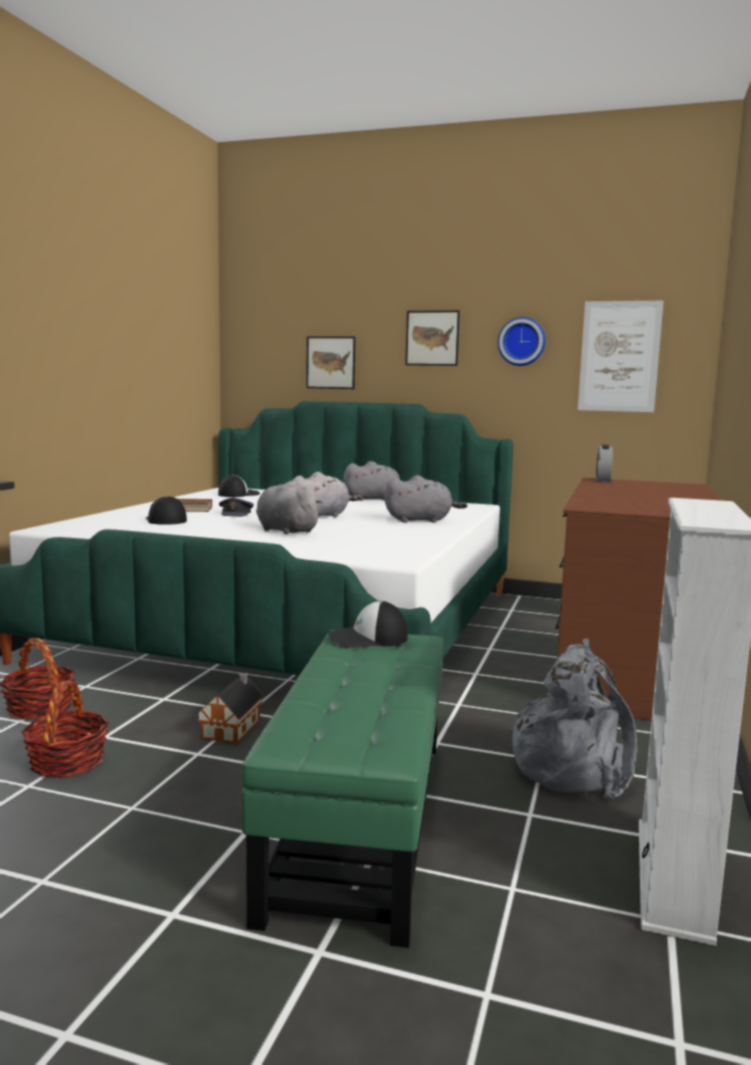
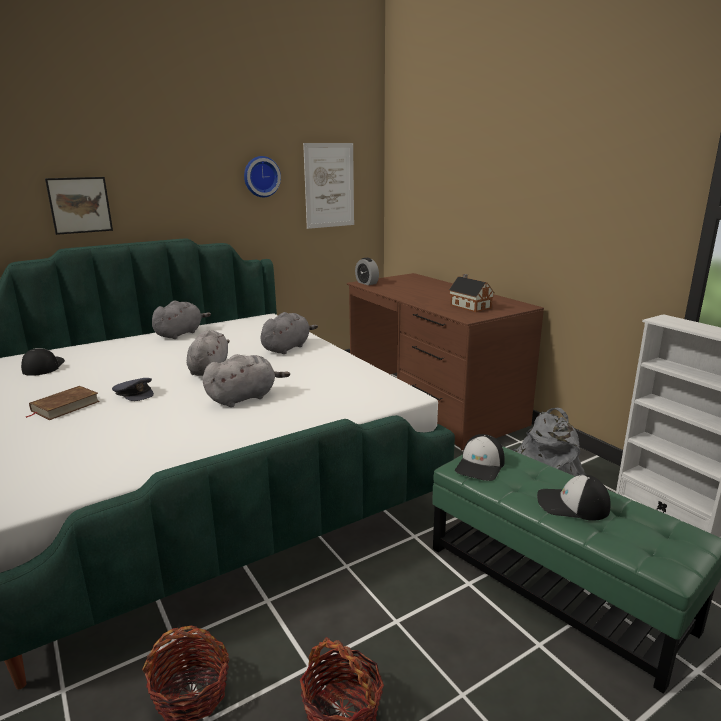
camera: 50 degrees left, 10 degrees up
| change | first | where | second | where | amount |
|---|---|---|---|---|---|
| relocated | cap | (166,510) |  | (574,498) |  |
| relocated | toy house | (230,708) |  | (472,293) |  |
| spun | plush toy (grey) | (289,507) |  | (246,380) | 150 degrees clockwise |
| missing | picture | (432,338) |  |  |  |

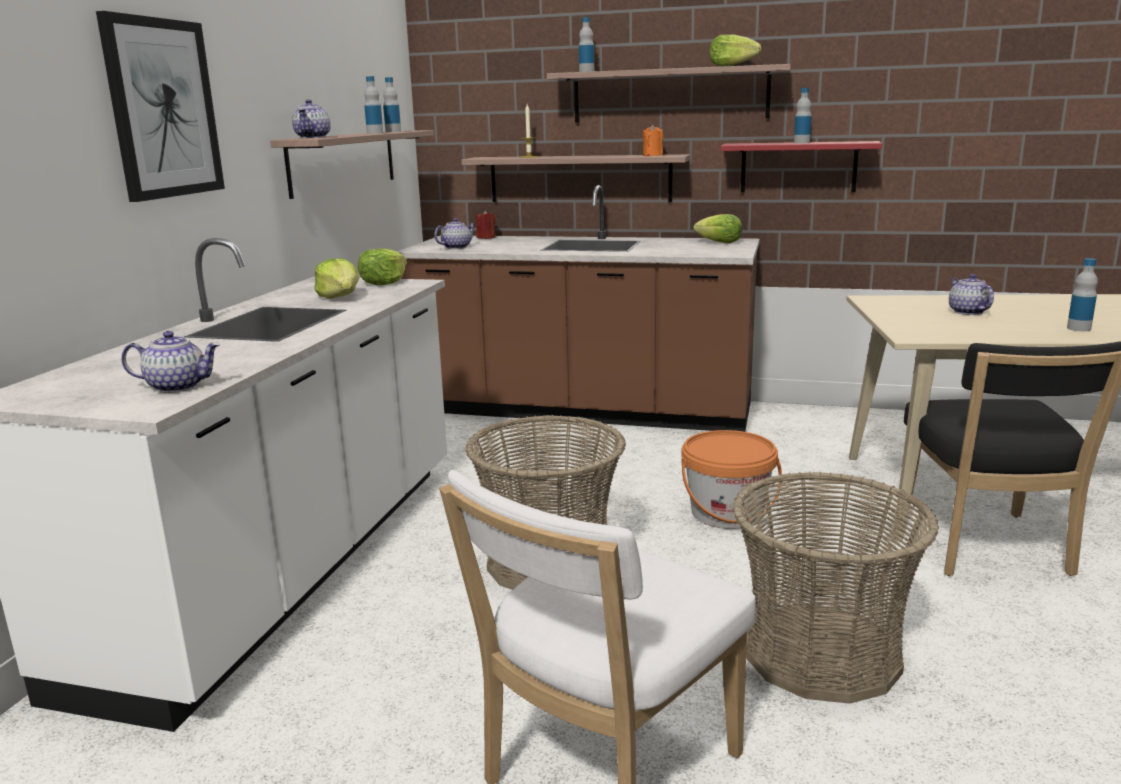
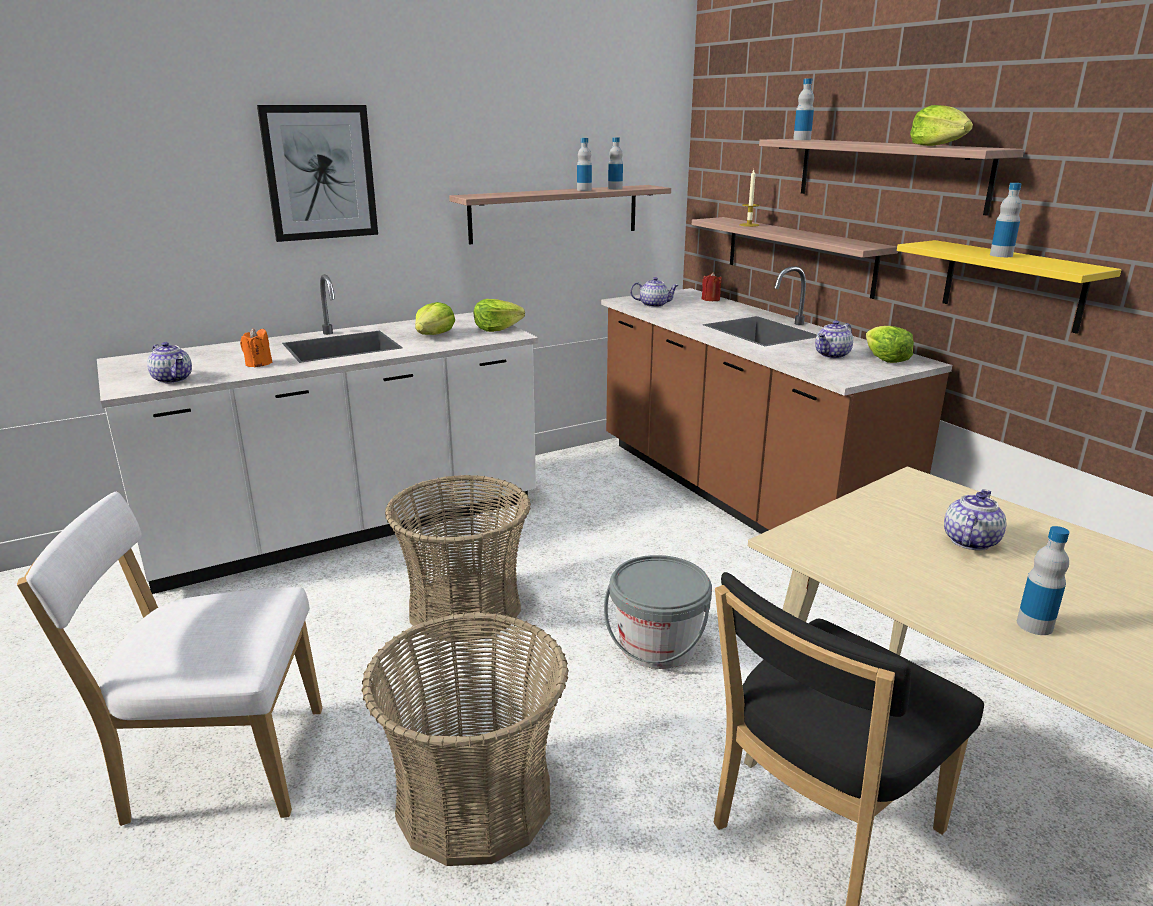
camera: 45 degrees right, 5 degrees up
| change | first | where | second | where | amount |
|---|---|---|---|---|---|
| relocated | teapot | (311,118) |  | (834,339) |  |
| relocated | candle (orange) | (653,140) |  | (256,347) |  |
| colour | bucket (orange) | (731,479) | bucket (grey) | (658,612) |  |
| colour | shelf (red) | (801,166) | shelf (yellow) | (1009,287) |  |

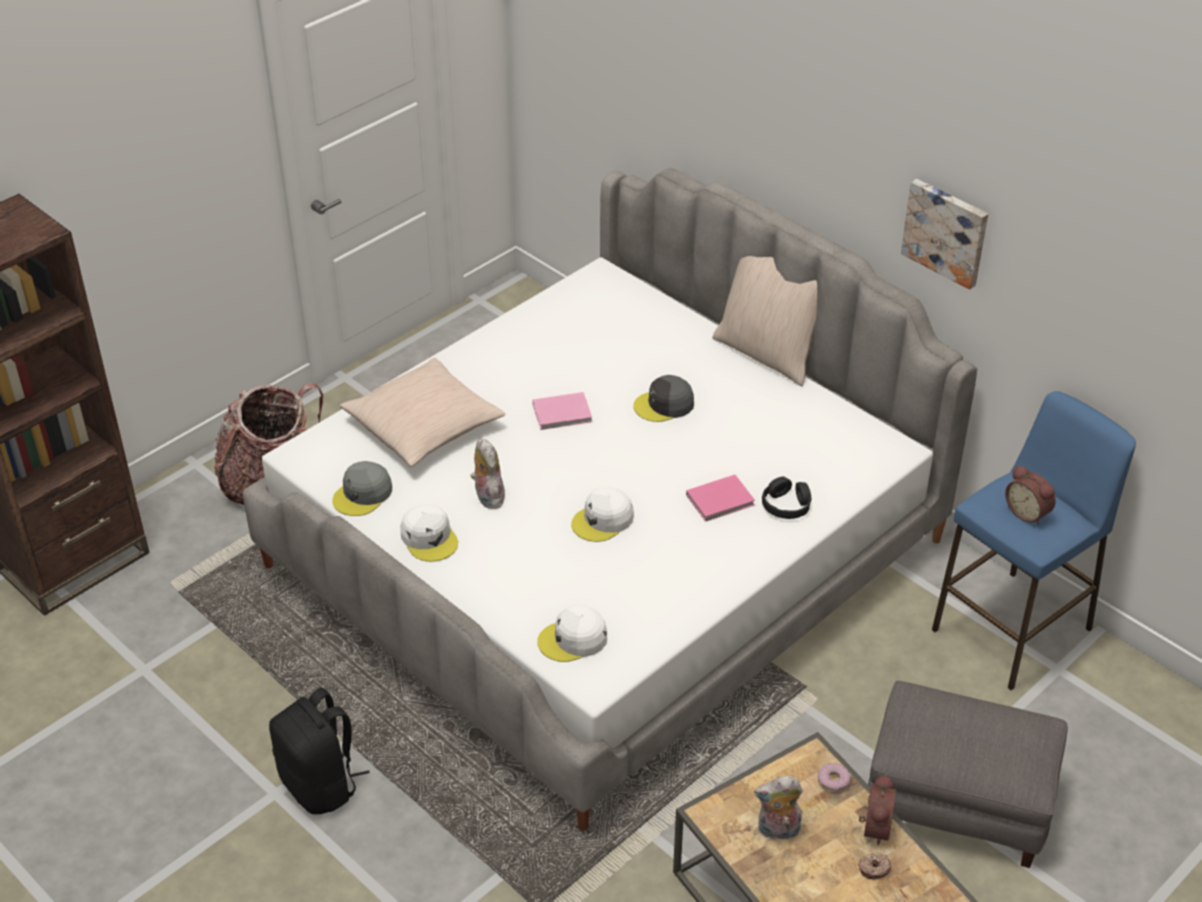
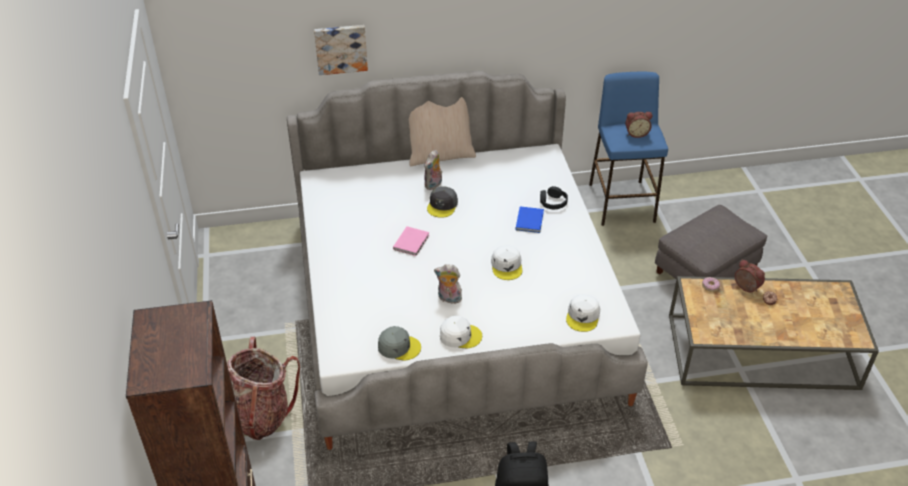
camera: 55 degrees left, 0 degrees up
| change | first | where | second | where | amount |
|---|---|---|---|---|---|
| spun | cap (grey) | (362,488) |  | (399,343) | 60 degrees counterclockwise |
| missing | pillow (beige) | (423,412) |  |  |  |
| colour | book (pink) | (720,498) | book (blue) | (530,219) |  |
| relocated | plush toy | (778,809) |  | (433,170) |  |
| relocated | picture | (944,234) |  | (341,50) |  |

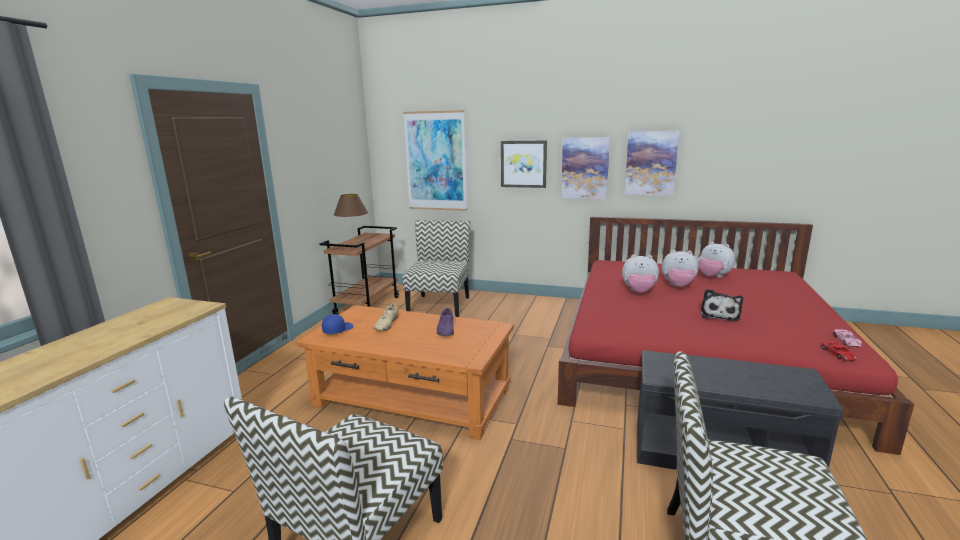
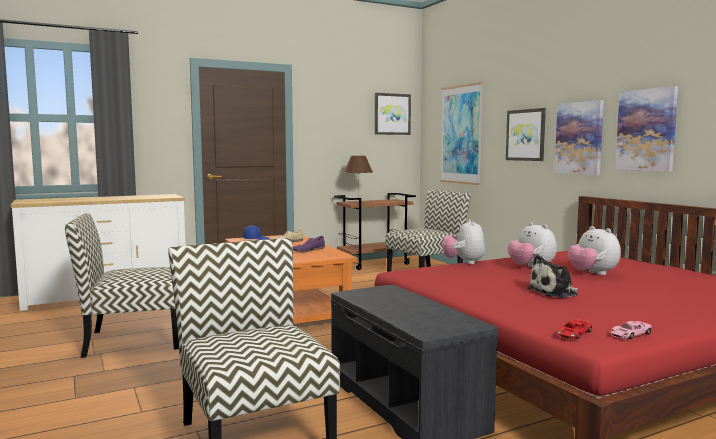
camera: 45 degrees right, 10 degrees down
| change | first | where | second | where | amount |
|---|---|---|---|---|---|
| relocated | plush toy | (716,260) |  | (463,241) |  |
| appeared |  |  | picture | (393,114) |  |

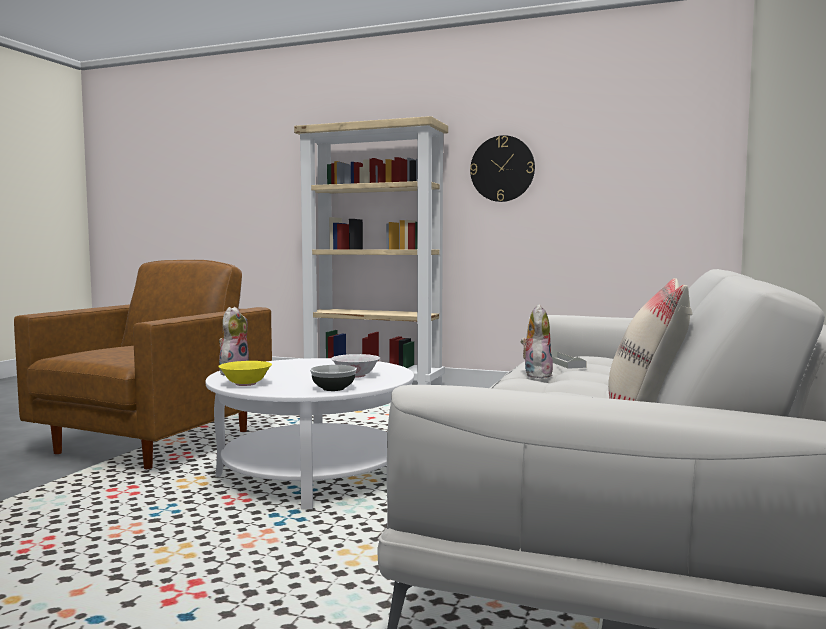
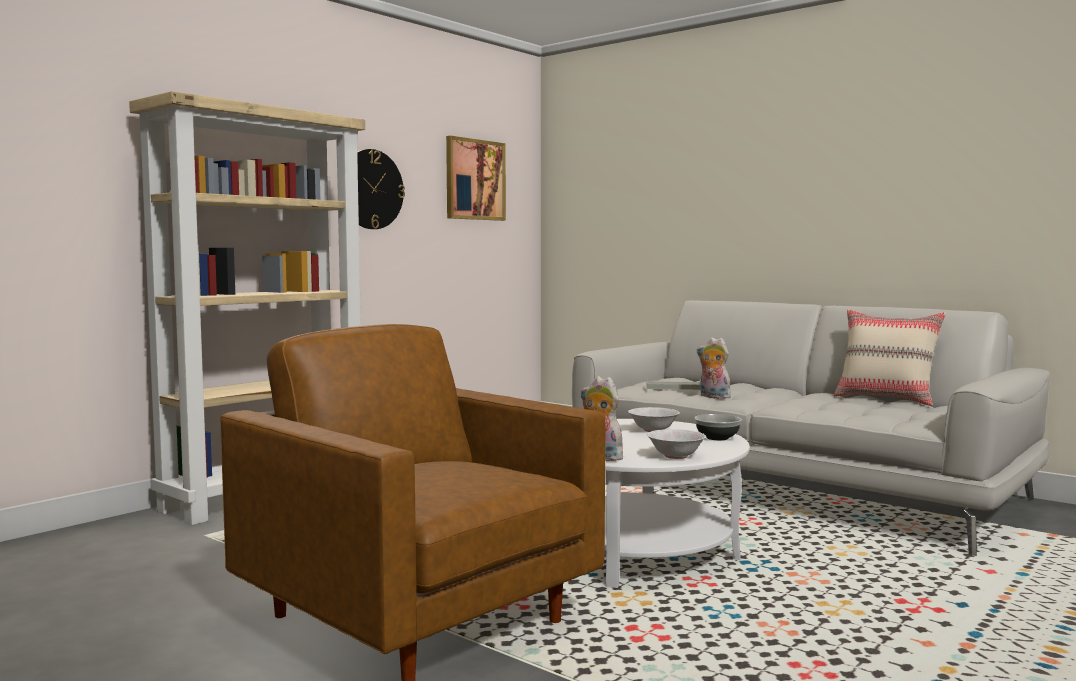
camera: 70 degrees left, 0 degrees up
| change | first | where | second | where | amount |
|---|---|---|---|---|---|
| colour | bowl (yellow) | (245,373) | bowl (white) | (676,444) |  |
| appeared |  |  | picture | (476,178) |  |

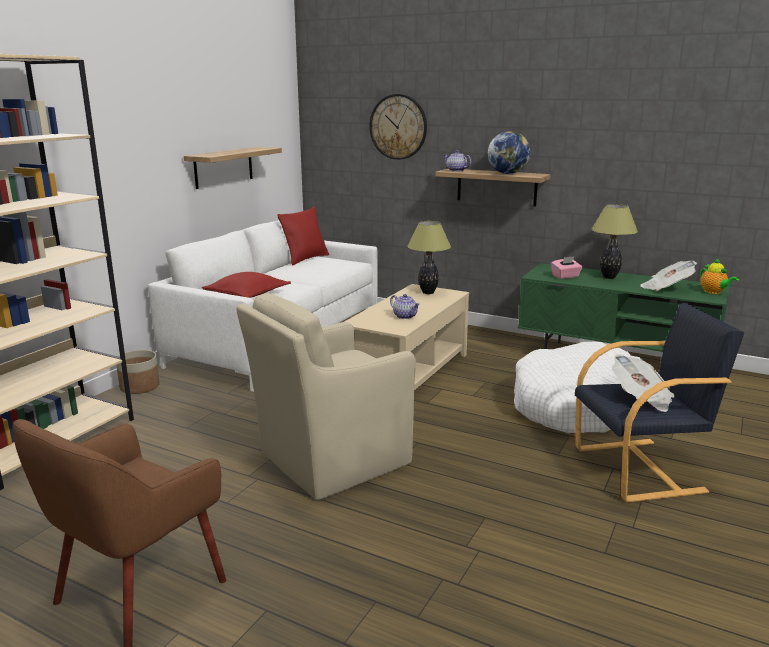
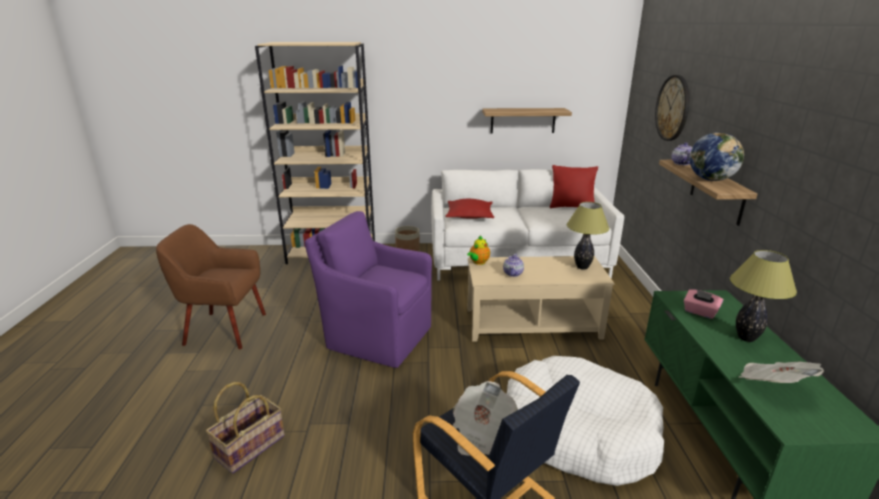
camera: 60 degrees right, 5 degrees up
| change | first | where | second | where | amount |
|---|---|---|---|---|---|
| colour | armchair (beige) | (326,396) | armchair (purple) | (368,289) |  |
| relocated | teapot | (719,276) |  | (478,250) |  |
| appeared |  |  | basket | (245,428) |  |

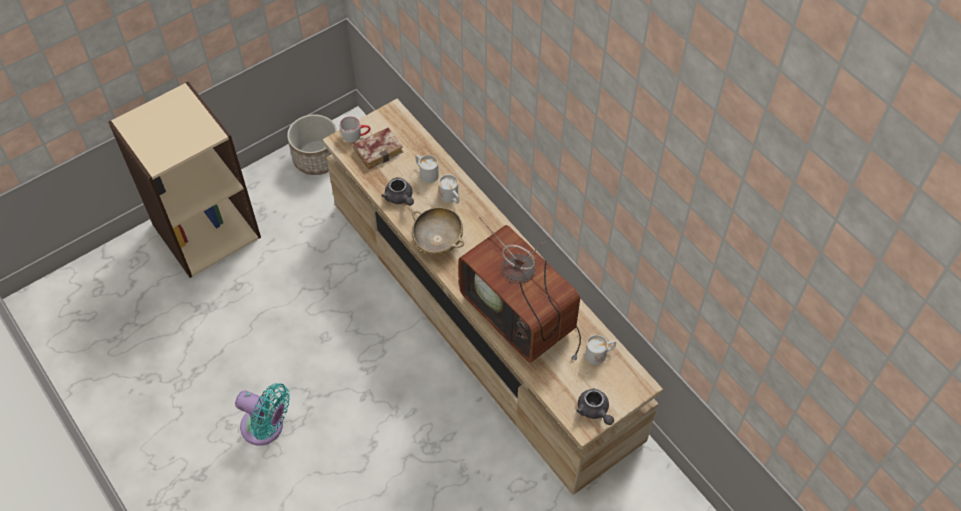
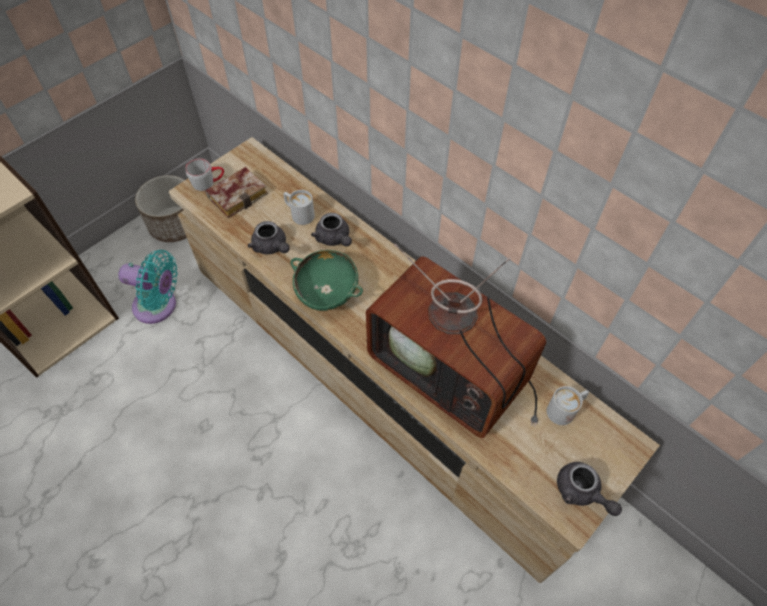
camera: 10 degrees left, 0 degrees up
| change | first | where | second | where | amount |
|---|---|---|---|---|---|
| relocated | fan (turquoise) | (262,414) |  | (148,287) |  |
| colour | bowl (beige) | (438,231) | bowl (green) | (326,280) |  |
| exchanged | mug (white) | (449,189) | teapot (grey) | (331,229) |  |

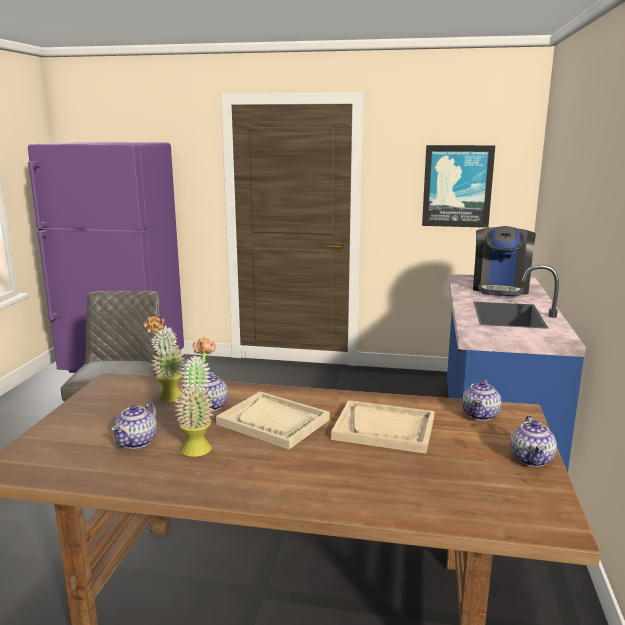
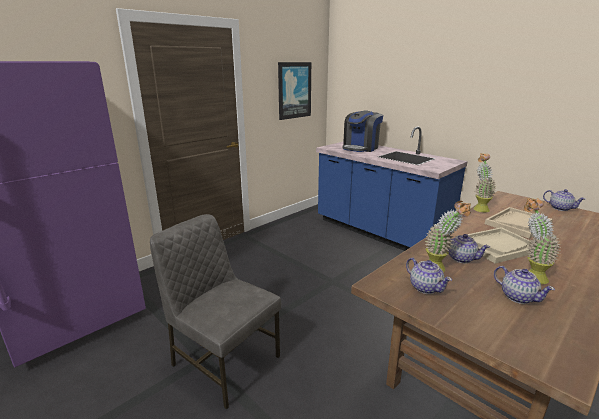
camera: 55 degrees left, 5 degrees up
| change | first | where | second | where | amount |
|---|---|---|---|---|---|
| relocated | teapot | (481,400) |  | (429,276) |  |
| spun | coffee machine | (504,261) |  | (362,131) | 75 degrees clockwise |
| appeared |  |  | potted plant | (485,182) |  |

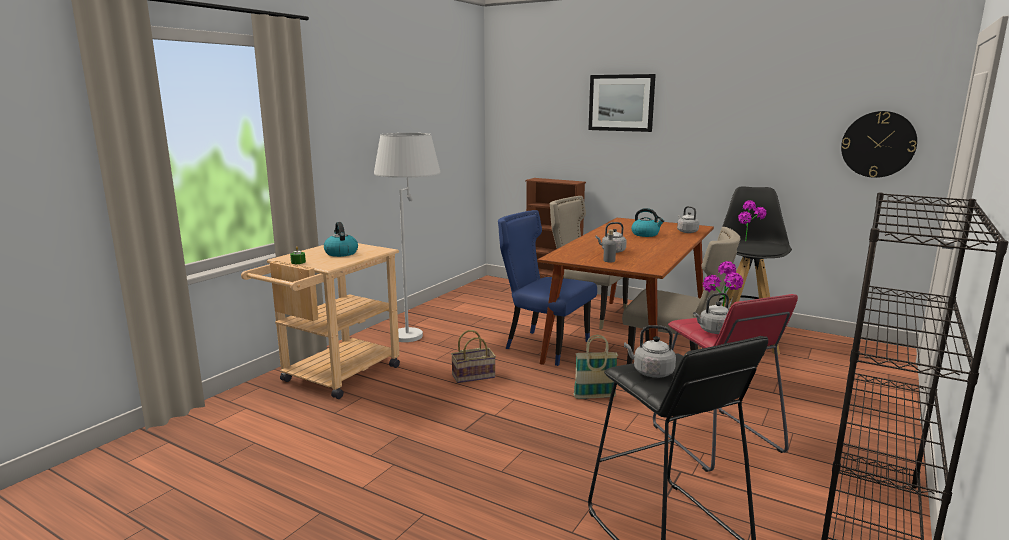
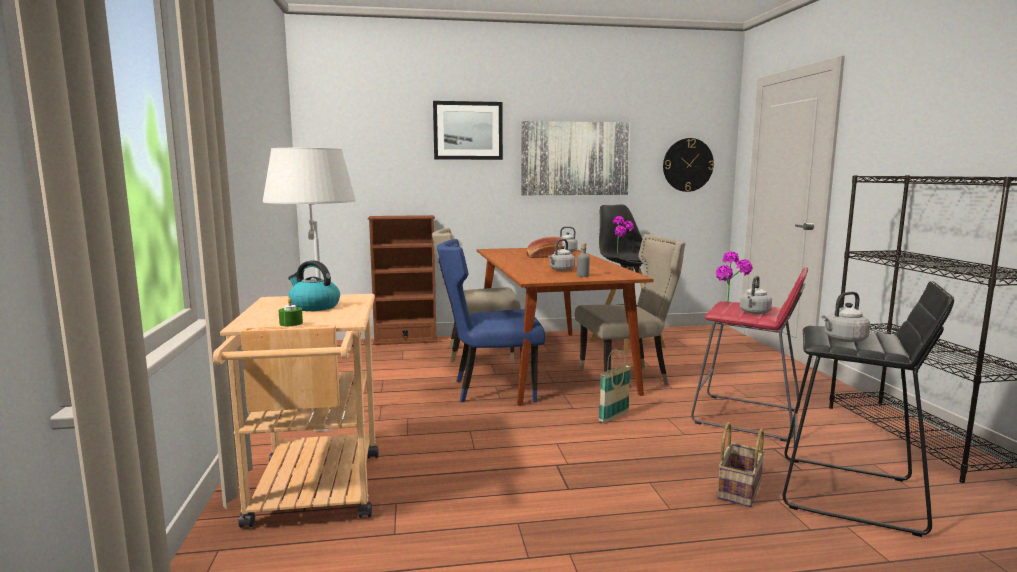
camera: 40 degrees left, 5 degrees down
| change | first | where | second | where | amount |
|---|---|---|---|---|---|
| relocated | basket | (473,356) |  | (741,464) |  |
| exchanged | kettle | (647,222) | bread | (544,247) |  |
| appeared |  |  | picture | (576,158) |  |

